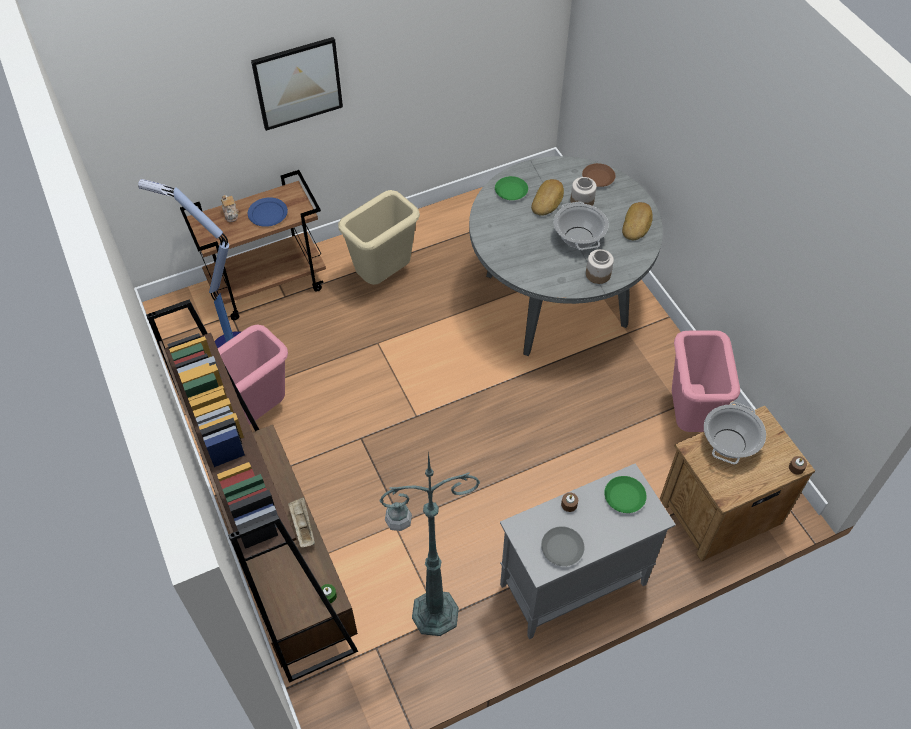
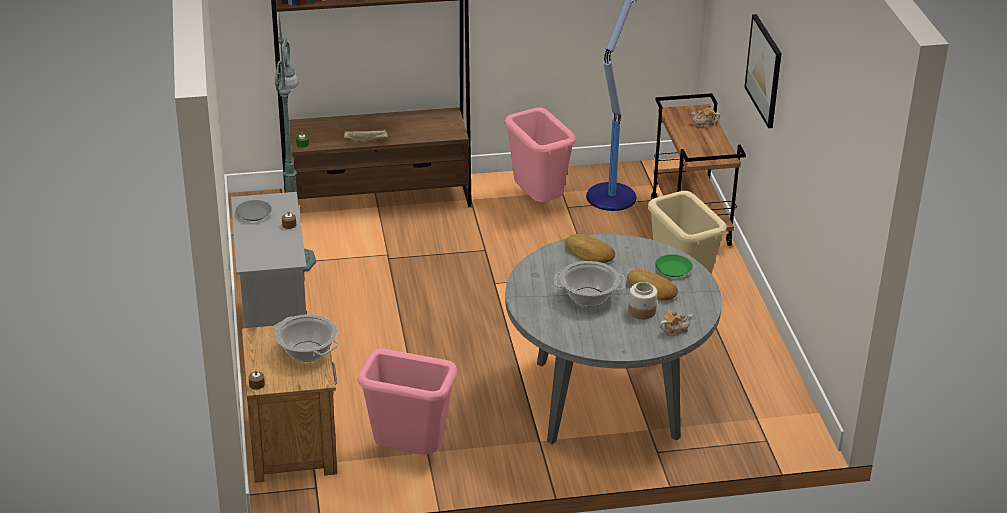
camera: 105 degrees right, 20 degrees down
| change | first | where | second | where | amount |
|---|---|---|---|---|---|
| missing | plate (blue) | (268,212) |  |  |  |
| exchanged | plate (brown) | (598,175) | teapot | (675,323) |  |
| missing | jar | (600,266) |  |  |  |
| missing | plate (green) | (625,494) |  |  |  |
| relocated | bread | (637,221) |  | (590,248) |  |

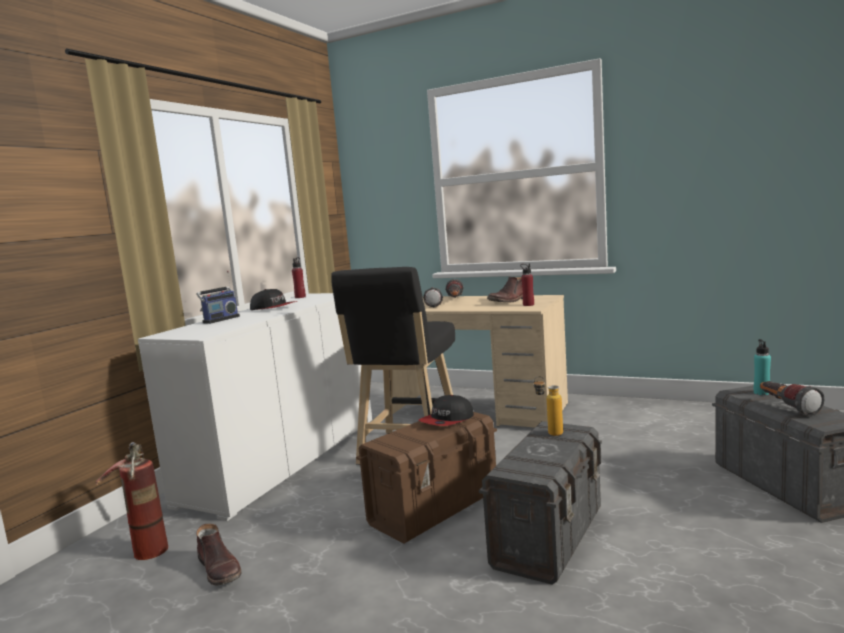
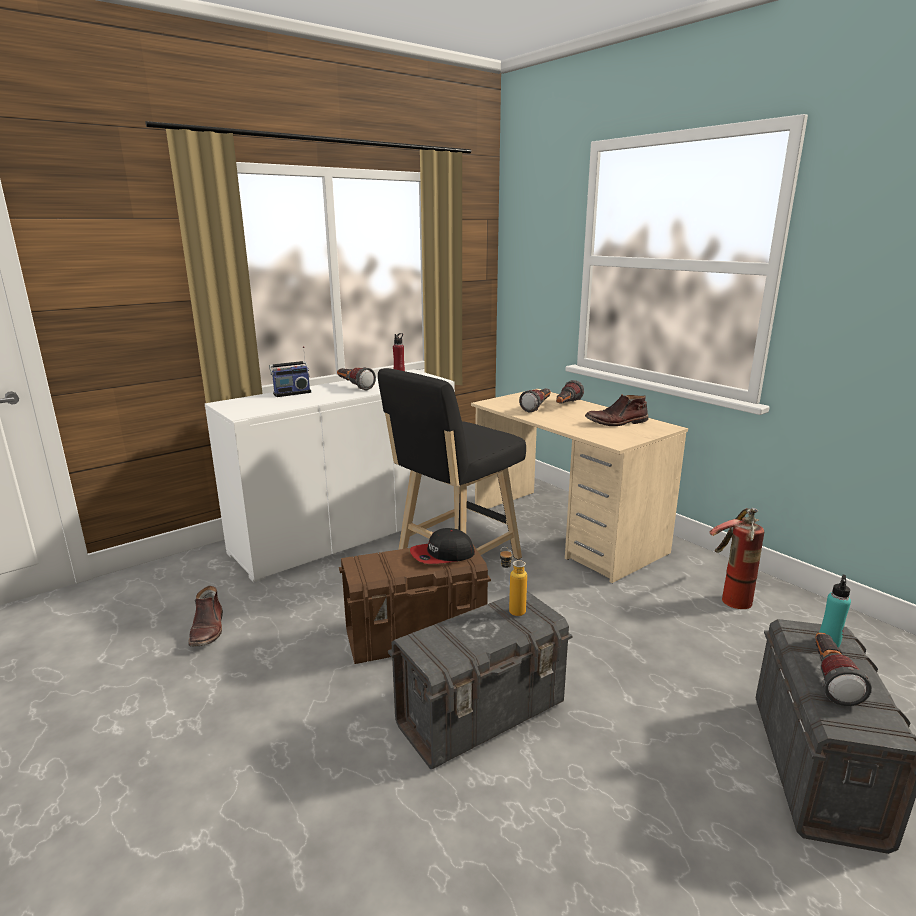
camera: 25 degrees right, 10 degrees up
| change | first | where | second | where | amount |
|---|---|---|---|---|---|
| relocated | fire extinguisher | (132,501) |  | (737,558) |  |
| exchanged | cap | (273,299) | flashlight | (356,378) |  |
| missing | bottle (red) | (527,284) |  |  |  |

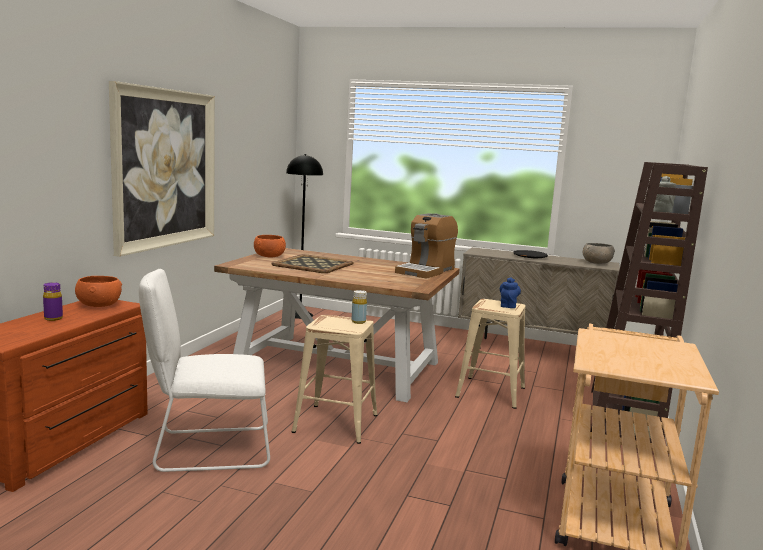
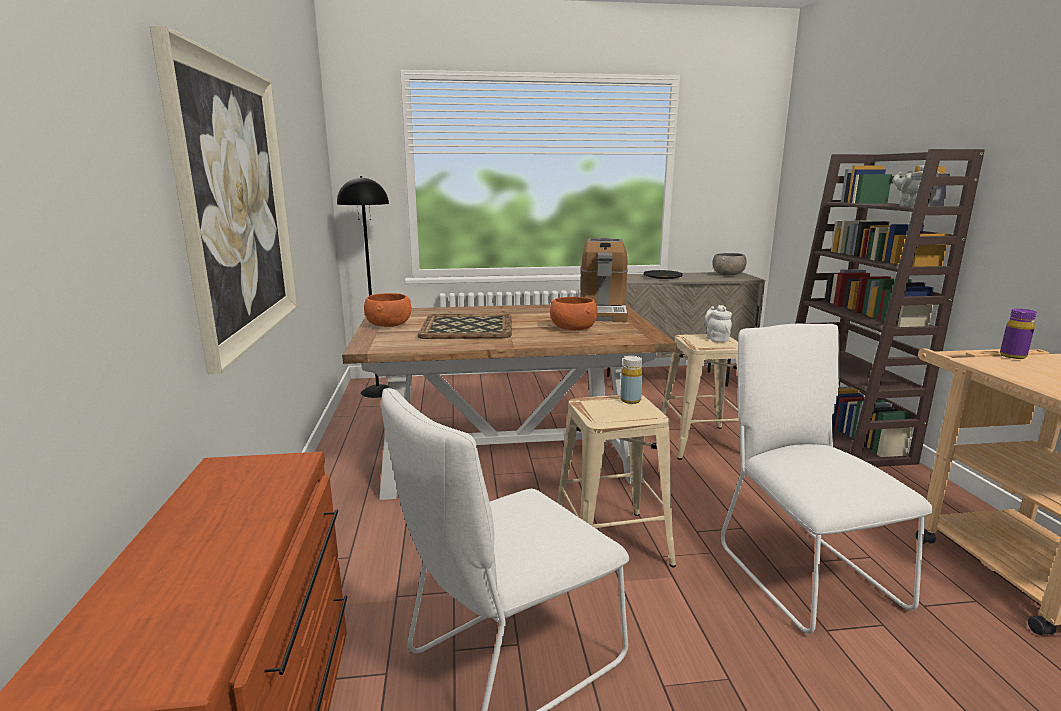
camera: 25 degrees left, 5 degrees up
| change | first | where | second | where | amount |
|---|---|---|---|---|---|
| relocated | bottle (purple) | (53,301) |  | (1018,334) |  |
| relocated | bowl (orange) | (98,291) |  | (574,313) |  |
| colour | teapot (blue) | (510,292) | teapot (white) | (718,323) |  |
| appeared |  |  | chair (white) | (827,479) |  |

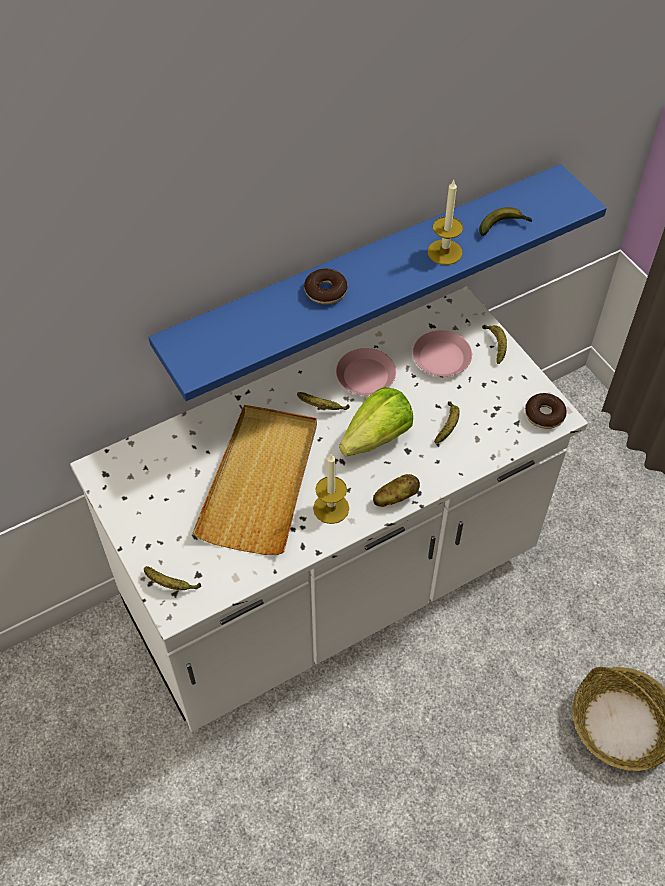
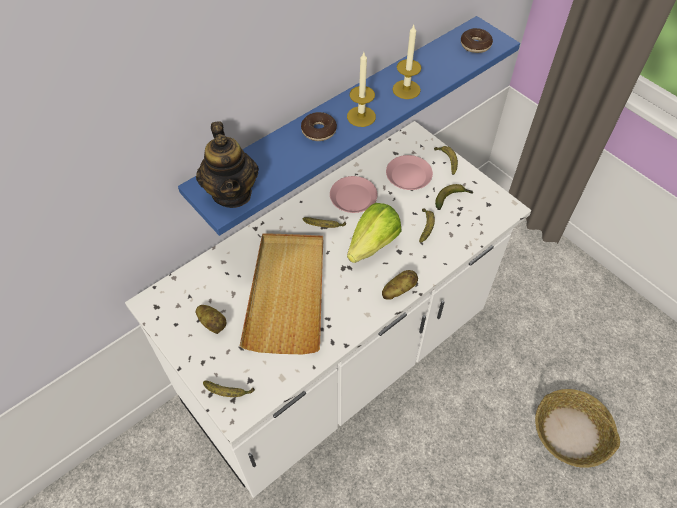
camera: 10 degrees left, 0 degrees up
| change | first | where | second | where | amount |
|---|---|---|---|---|---|
| relocated | candle | (331,489) |  | (361,89) |  |
| relocated | banana | (506,221) |  | (454,197) |  |
| relocated | donut | (545,411) |  | (477,40) |  |
| appeared |  |  | potato | (210,319) |  |
| appeared |  |  | teapot | (227,164) |  |

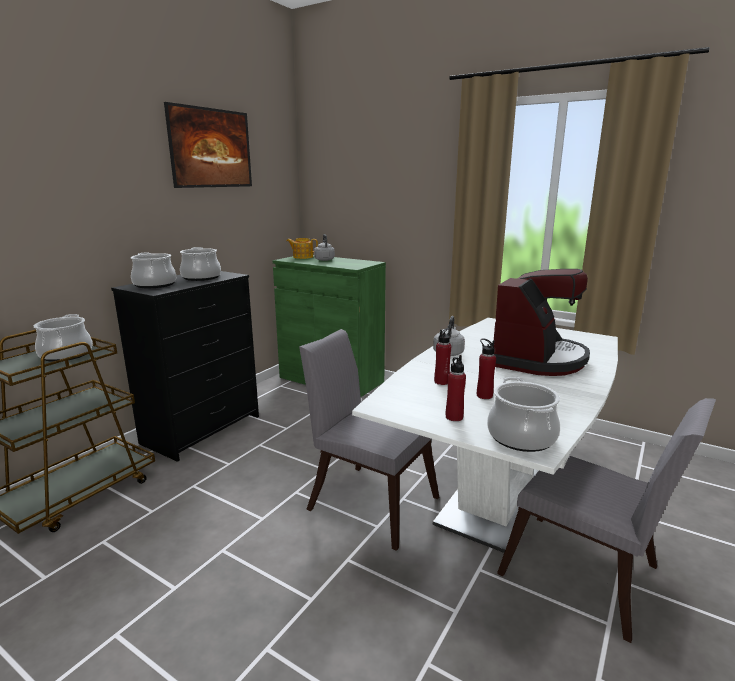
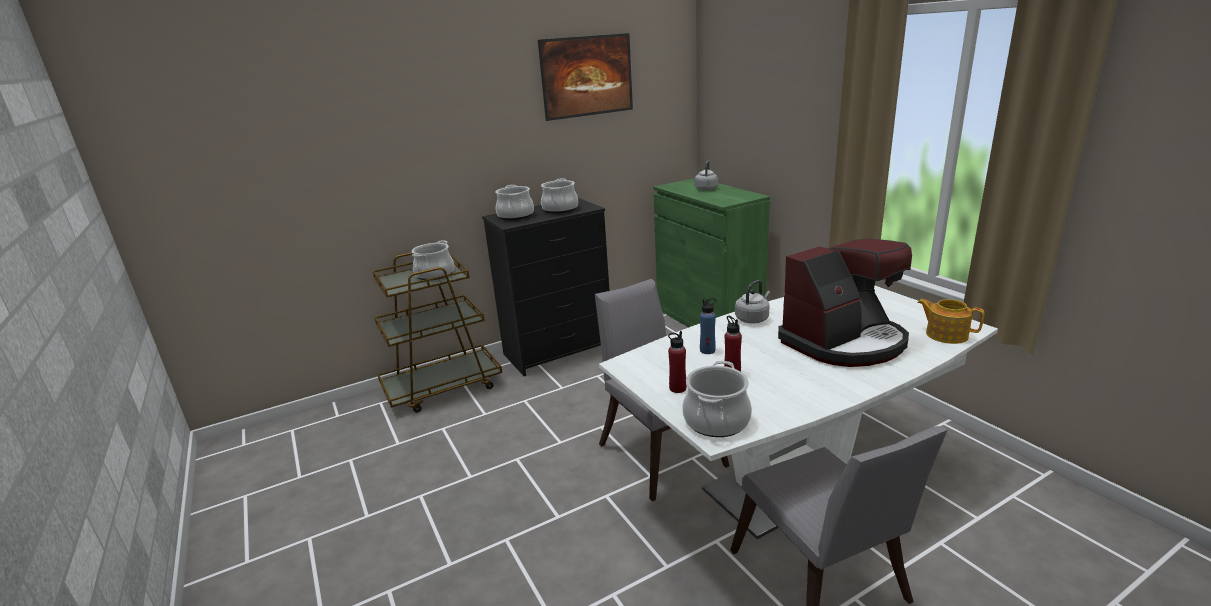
camera: 30 degrees right, 5 degrees up
| change | first | where | second | where | amount |
|---|---|---|---|---|---|
| relocated | teapot | (302,248) |  | (950,321) |  |
| colour | bottle (red) | (442,356) | bottle (blue) | (708,326) |  |

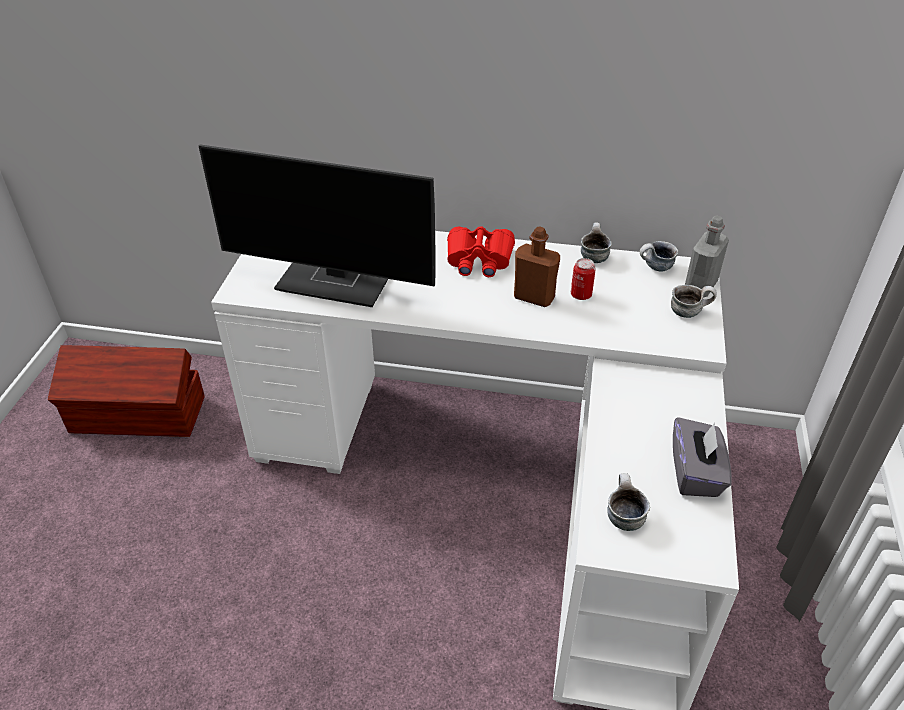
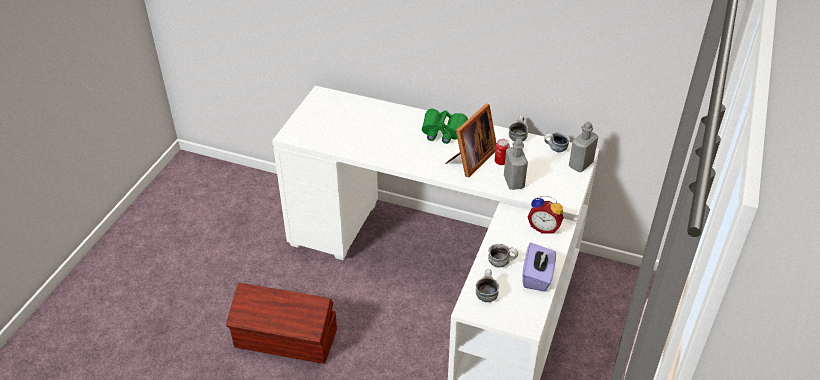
camera: 10 degrees right, 0 degrees up
| change | first | where | second | where | amount |
|---|---|---|---|---|---|
| relocated | storage box (brown) | (126,391) |  | (281,323) |  |
| missing | monitor | (317,225) |  |  |  |
| colour | binoculars (red) | (481,251) | binoculars (green) | (445,126) |  |
| exchanged | bottle (brown) | (537,267) | picture frame | (470,140) |  |
| relocated | mug | (694,301) |  | (503,256) |  |
| colour | tissue box (grey) | (702,457) | tissue box (purple) | (539,267) |  |
| appeared |  |  | bottle (grey) | (516,164) |  |
| appeared |  |  | alarm clock | (546,215) |  |

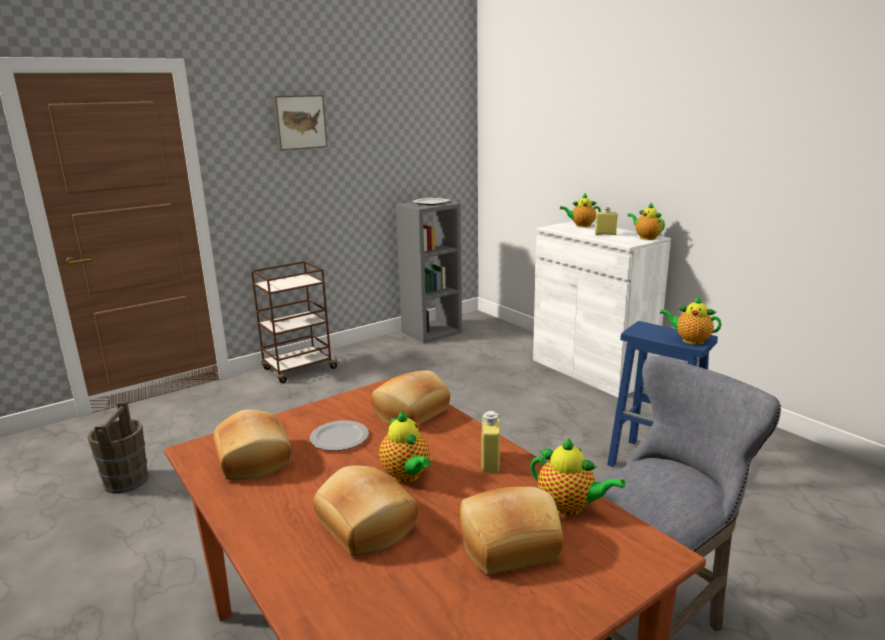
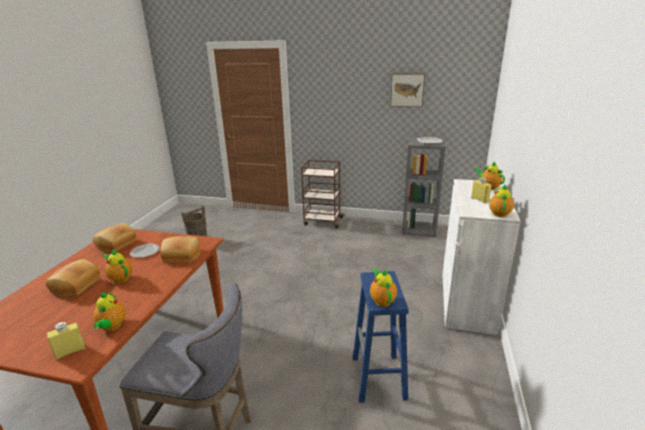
camera: 50 degrees right, 5 degrees up
| change | first | where | second | where | amount |
|---|---|---|---|---|---|
| relocated | picture | (300,122) |  | (407,90) |  |
| spun | teapot | (405,447) |  | (117,266) | 105 degrees clockwise |
| missing | bread | (512,531) |  |  |  |
| relocated | bottle (yellow) | (491,442) |  | (66,341) |  |

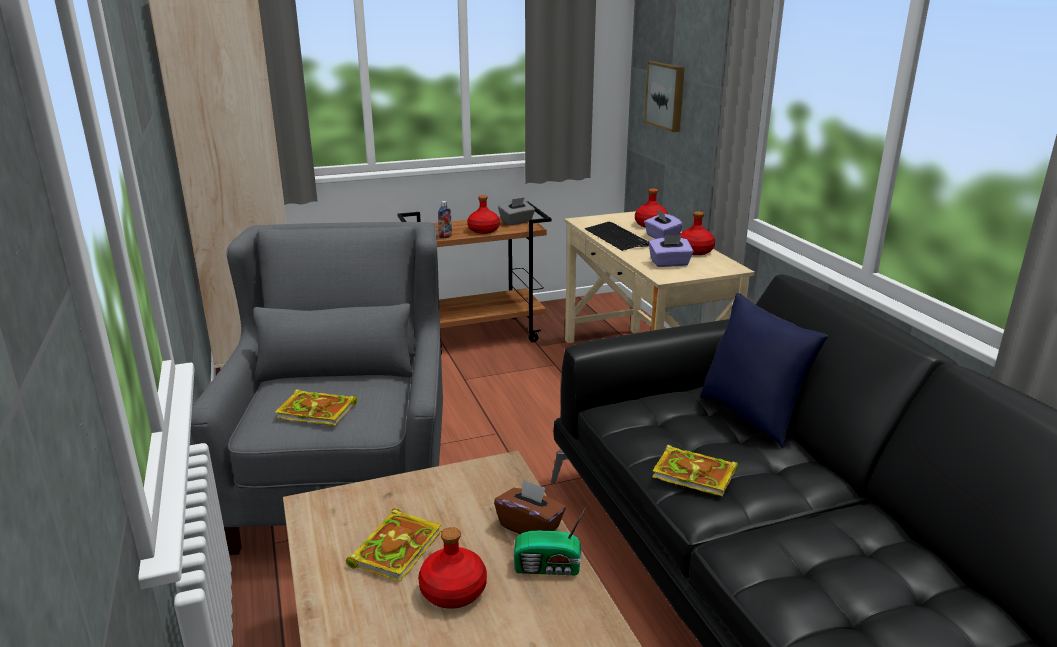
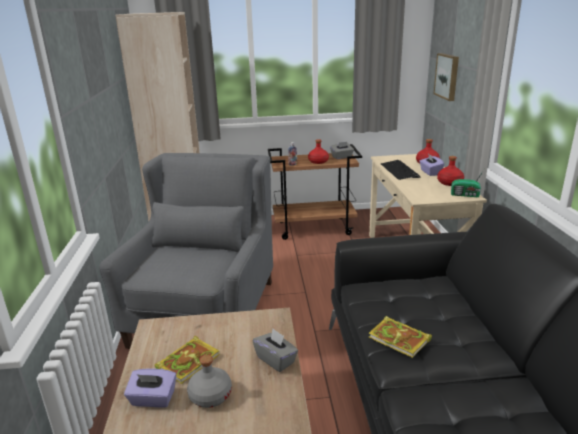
camera: 15 degrees right, 0 degrees up
| change | first | where | second | where | amount |
|---|---|---|---|---|---|
| missing | book | (316,407) |  |  |  |
| colour | bottle (red) | (452,568) | bottle (grey) | (209,381) |  |
| colour | tissue box (brown) | (530,506) | tissue box (grey) | (275,350) |  |
| relocated | radio | (550,542) |  | (467,183) |  |
| relocated | tissue box (purple) | (671,251) |  | (150,388) |  |
| missing | pillow (blue) | (764,370) |  |  |  |

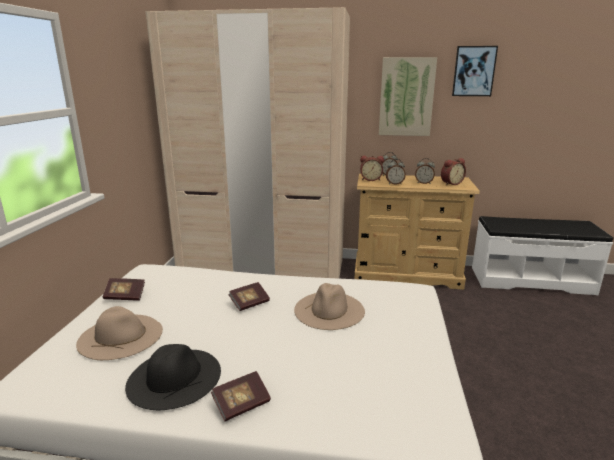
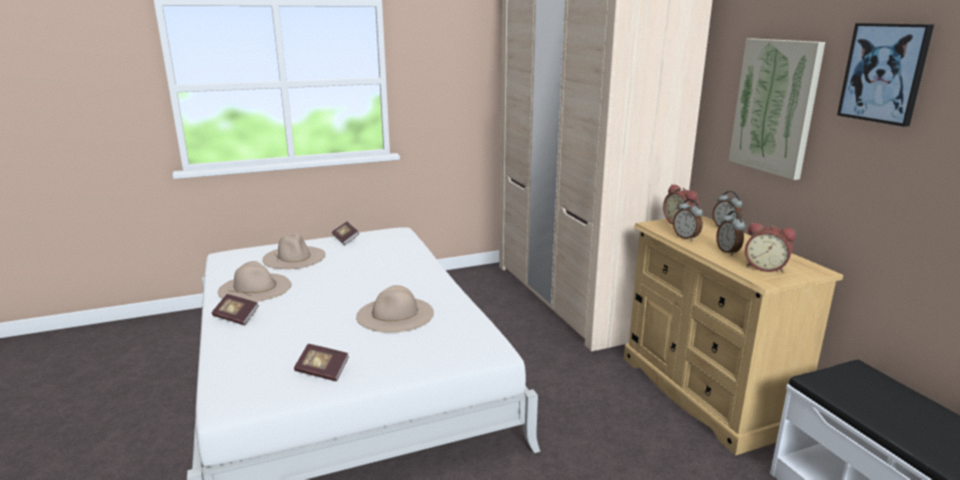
camera: 60 degrees right, 0 degrees up
| change | first | where | second | where | amount |
|---|---|---|---|---|---|
| colour | hat (black) | (173,377) | hat (beige) | (255,281) |  |
| relocated | book | (249,296) |  | (321,362) |  |

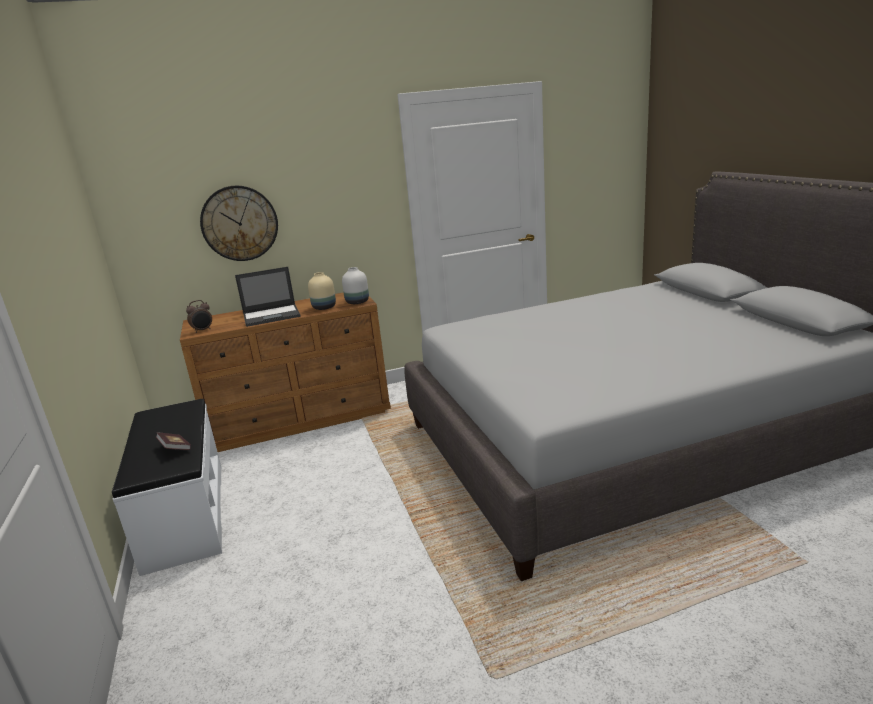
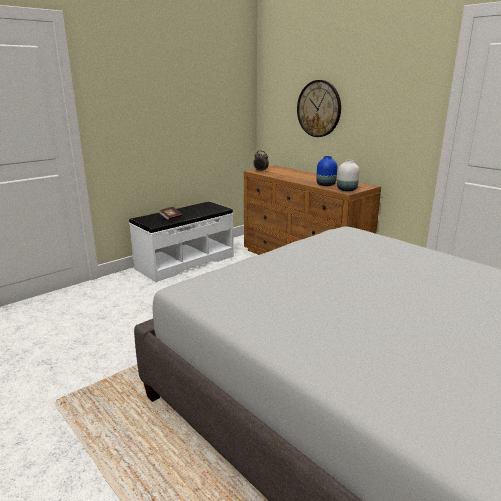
camera: 65 degrees right, 0 degrees up
| change | first | where | second | where | amount |
|---|---|---|---|---|---|
| missing | laptop | (268,297) |  |  |  |
| colour | vase (beige) | (322,291) | vase (blue) | (326,171) |  |

